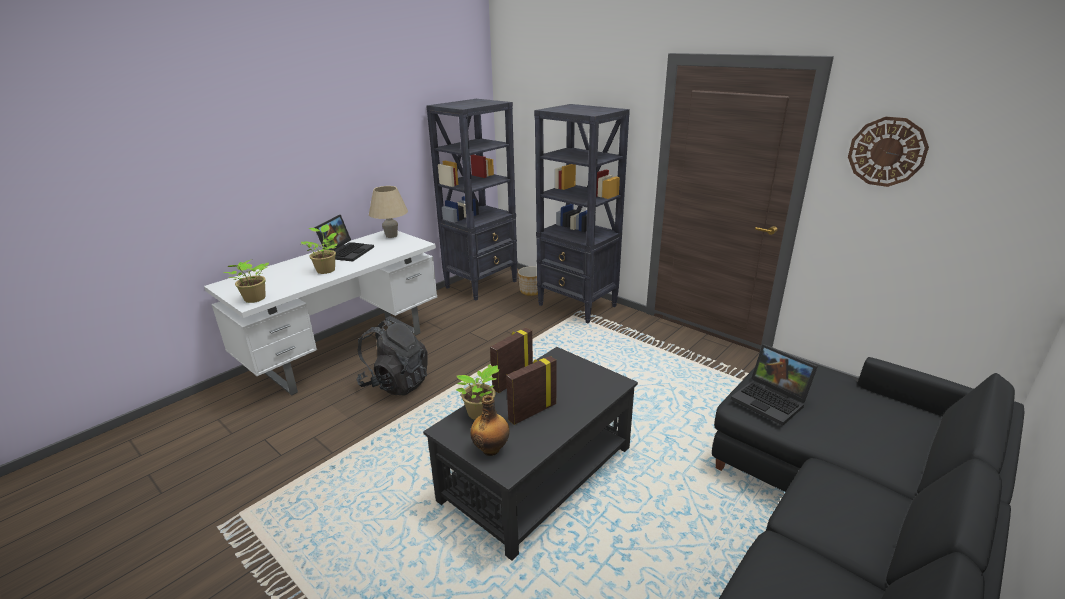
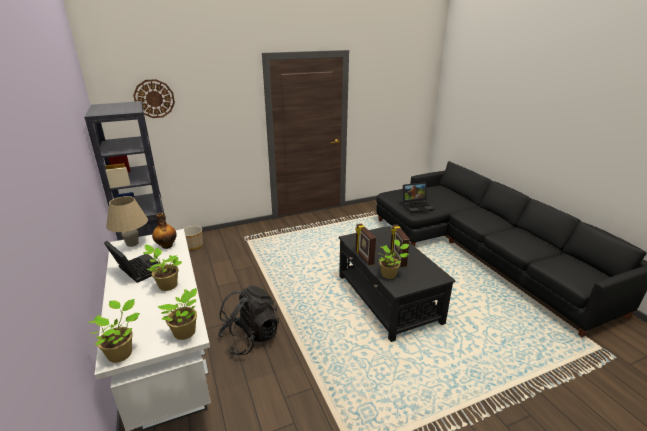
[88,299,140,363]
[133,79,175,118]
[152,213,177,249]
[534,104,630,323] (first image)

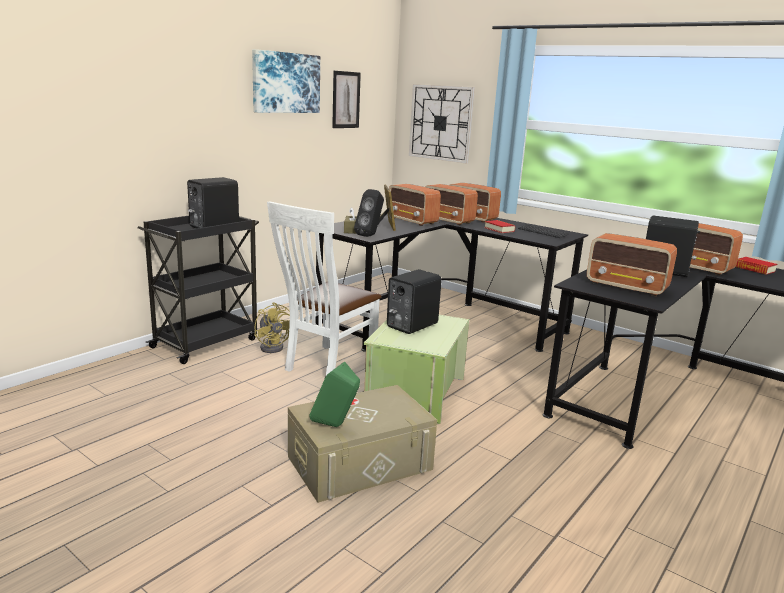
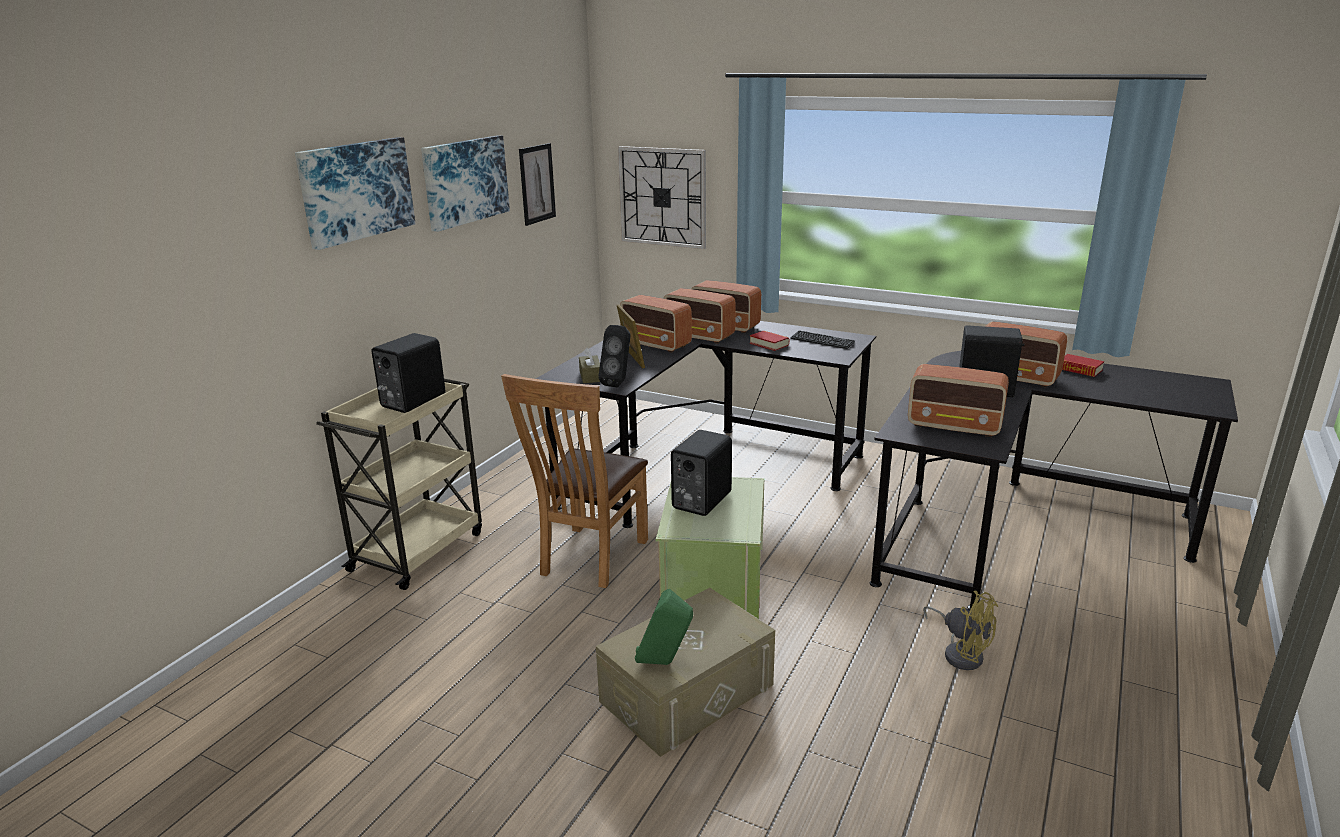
[295,137,415,250]
[316,379,482,590]
[501,374,648,588]
[923,591,998,670]

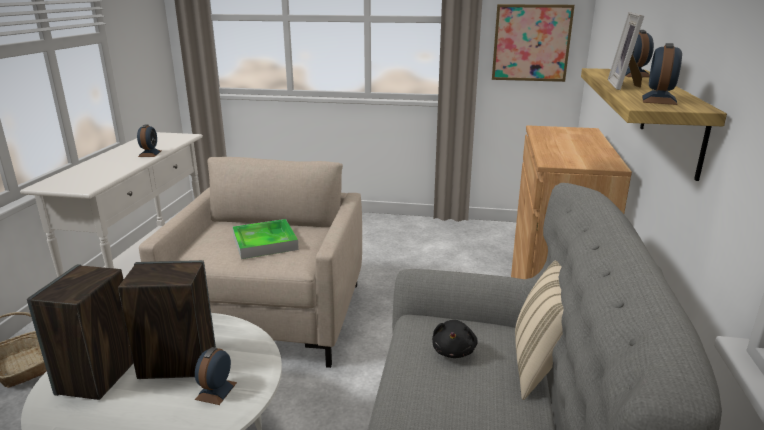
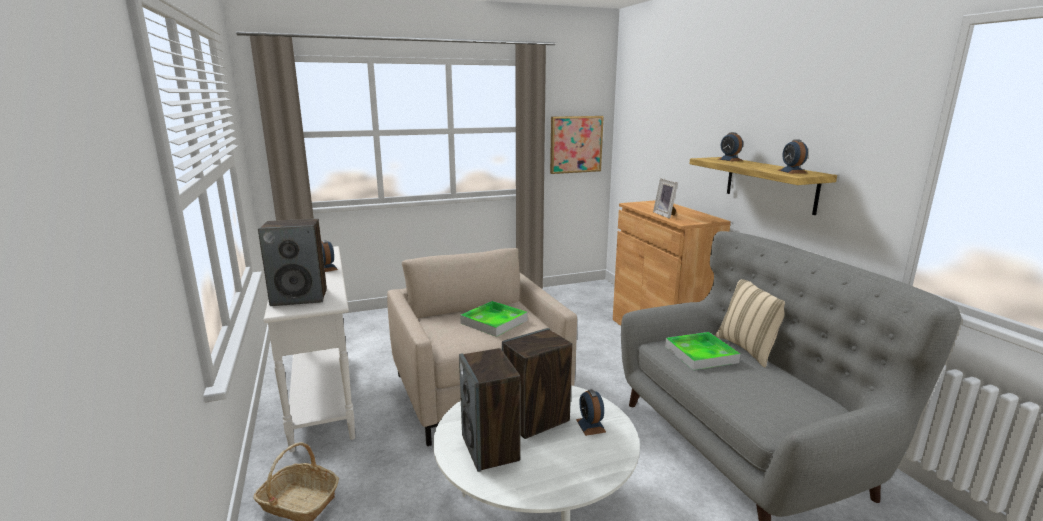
[258,219,327,306]
[653,178,678,218]
[665,332,740,370]

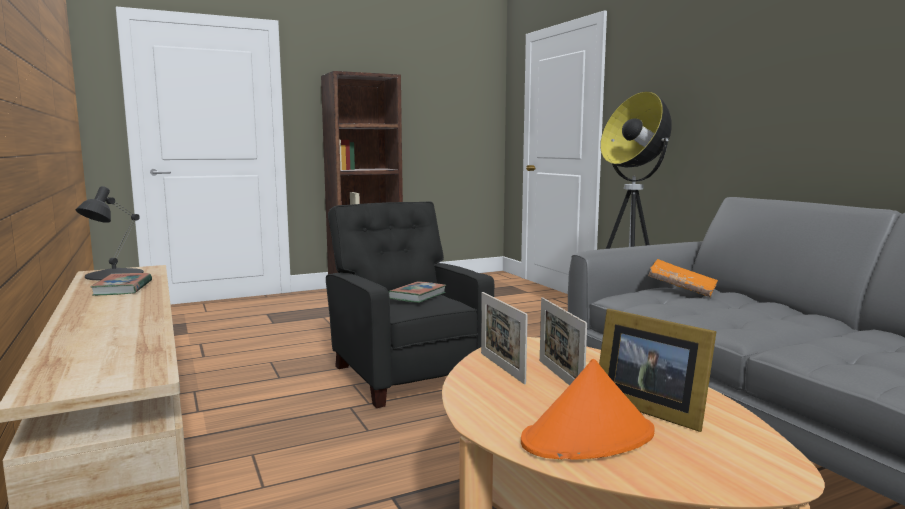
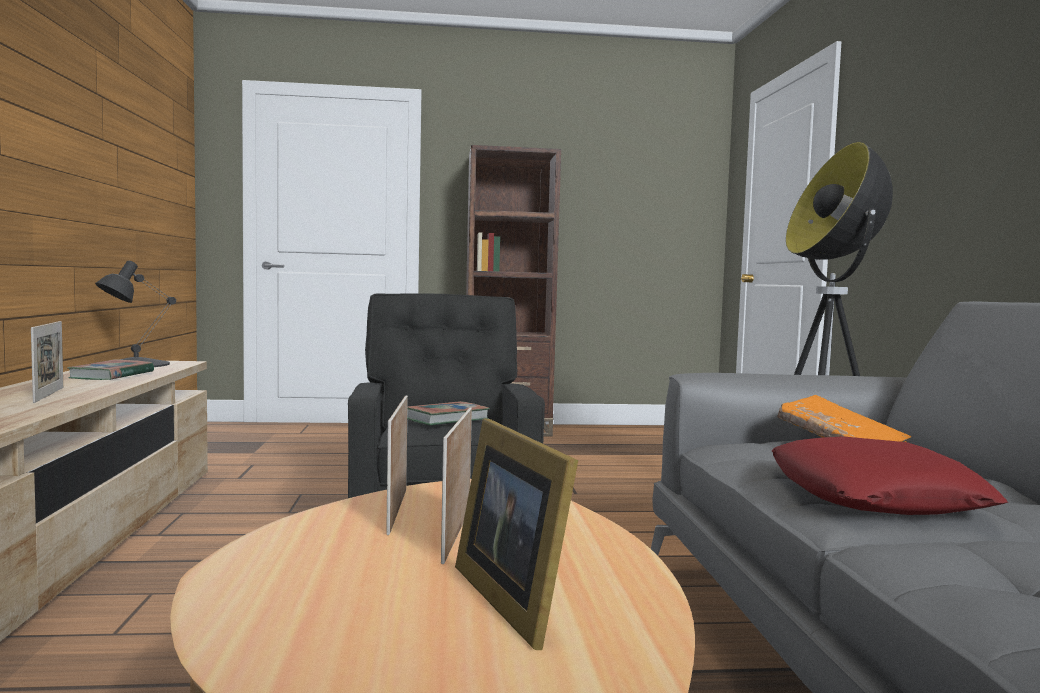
[31,321,63,403]
[772,436,1008,515]
[521,359,655,460] (first image)

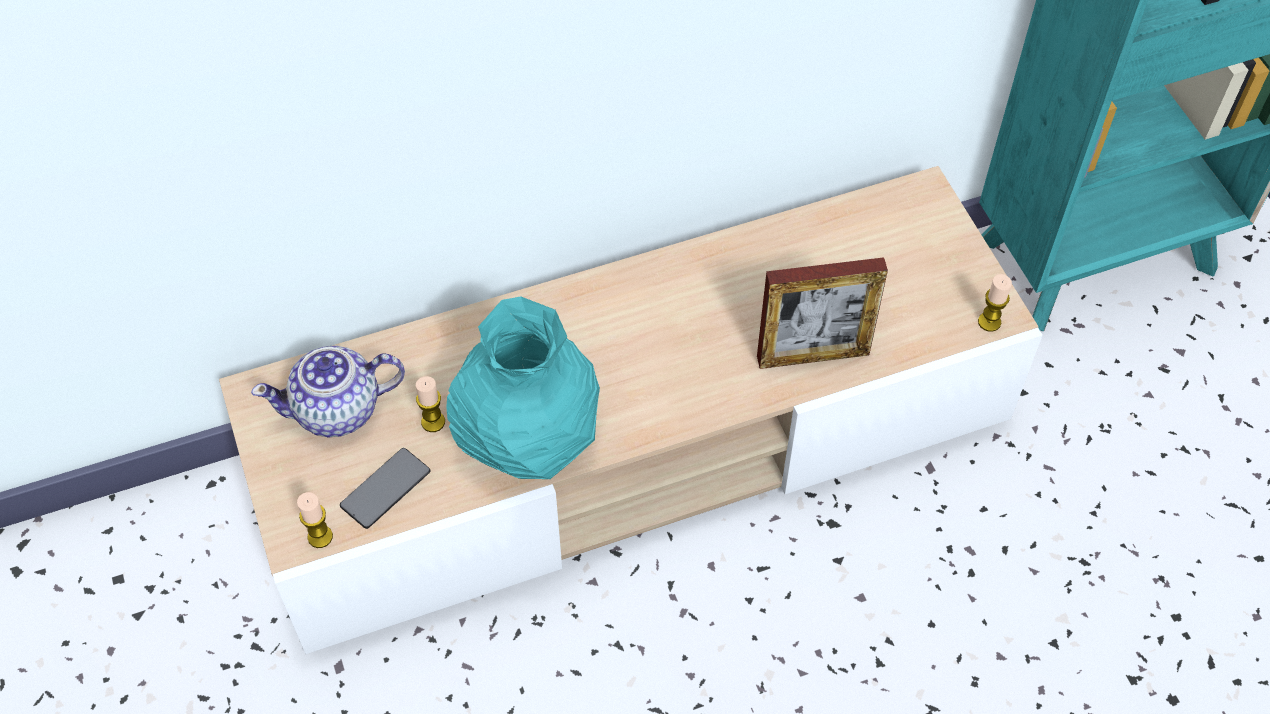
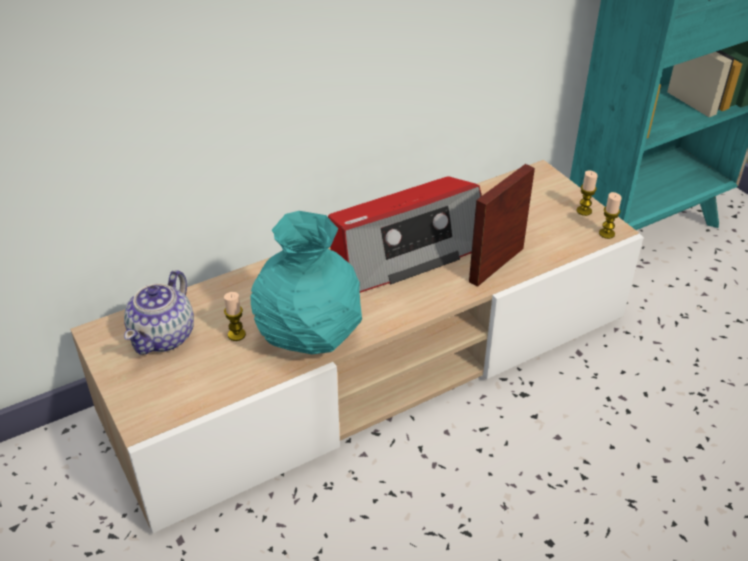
[124,270,194,355]
[328,176,482,293]
[469,164,535,287]
[577,171,598,216]
[340,448,430,529] (first image)

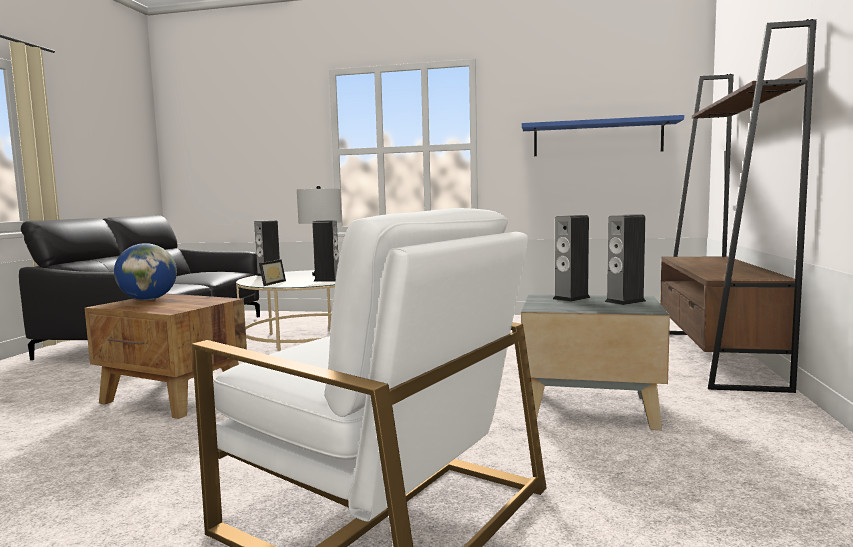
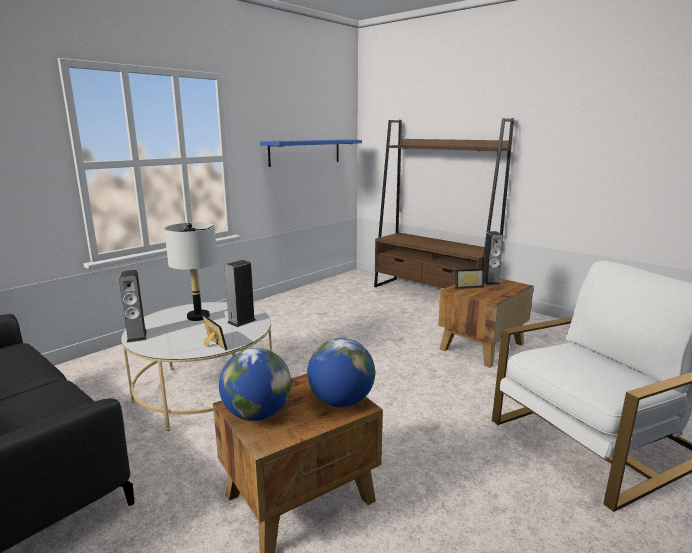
[307,338,375,407]
[438,278,534,368]
[455,268,484,289]

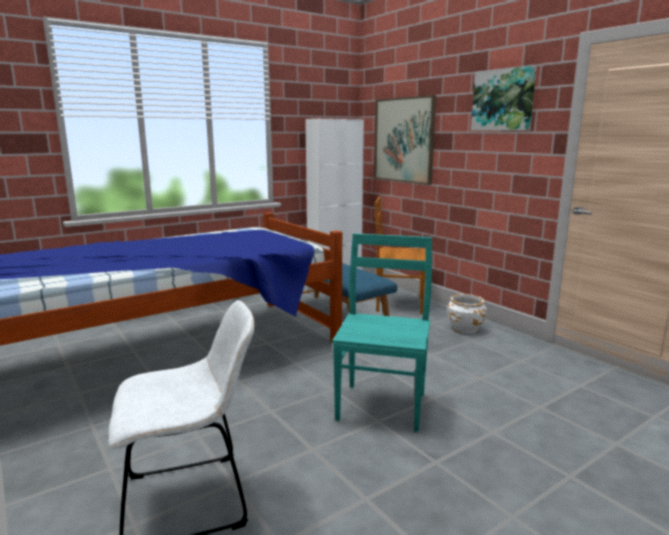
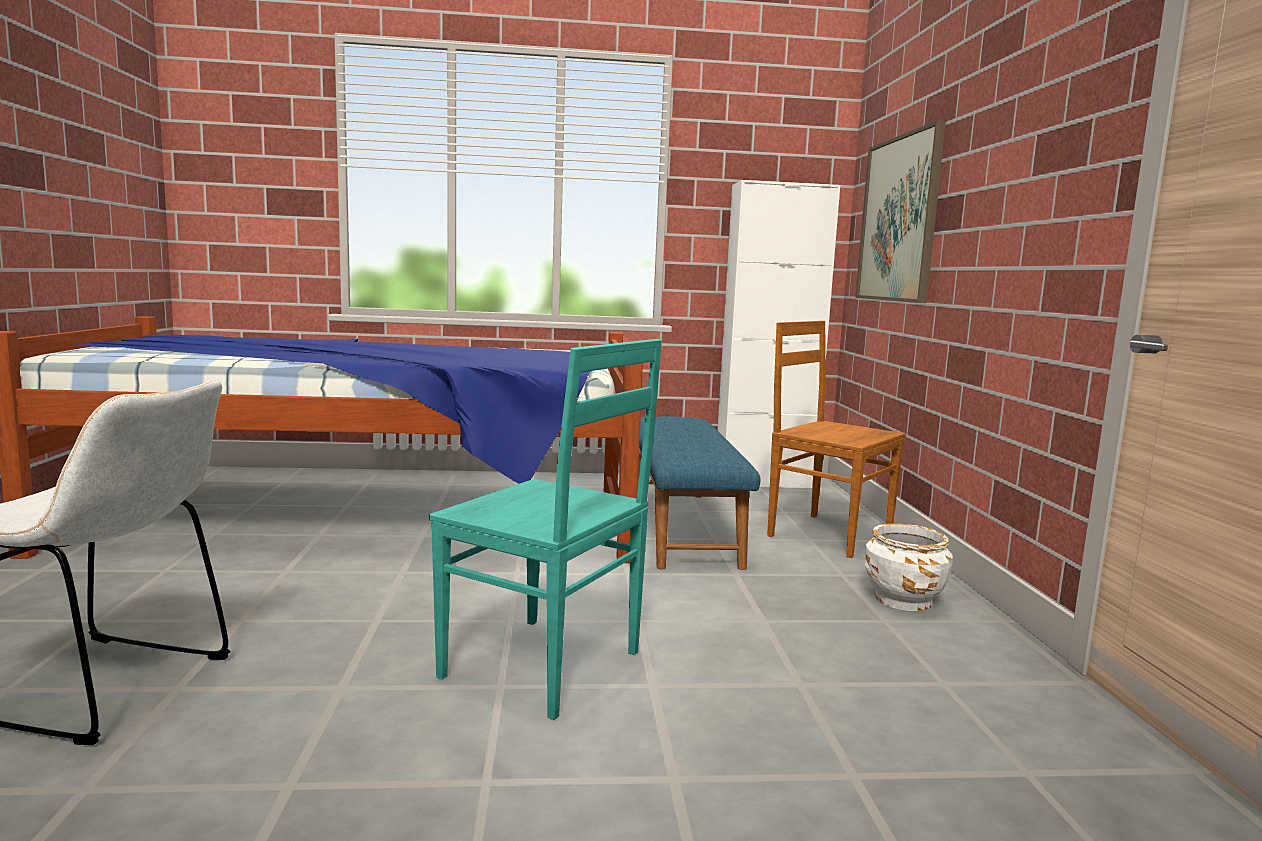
[429,339,662,720]
[471,65,537,131] (first image)

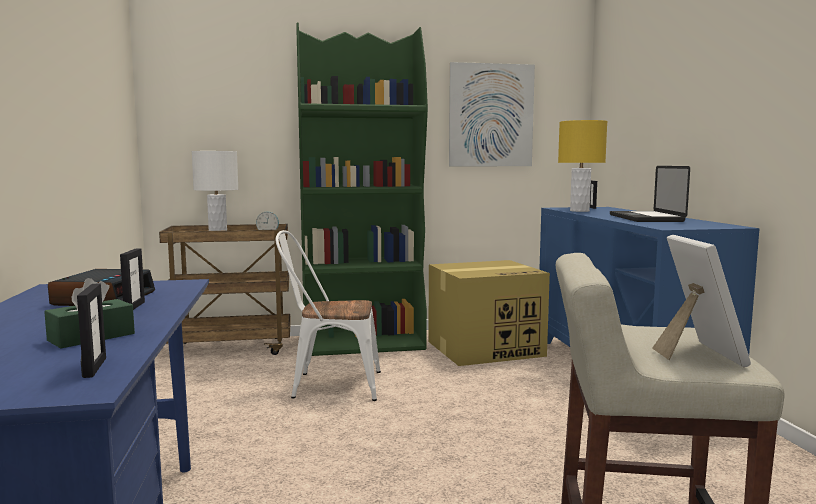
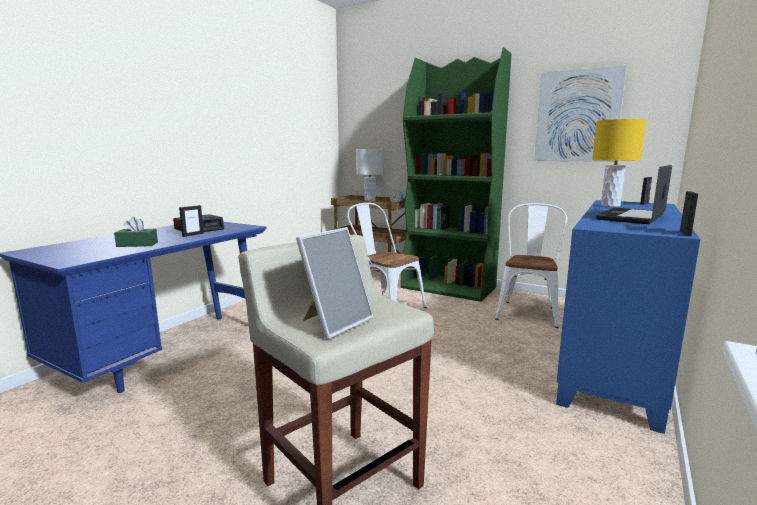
[495,203,567,328]
[680,191,698,236]

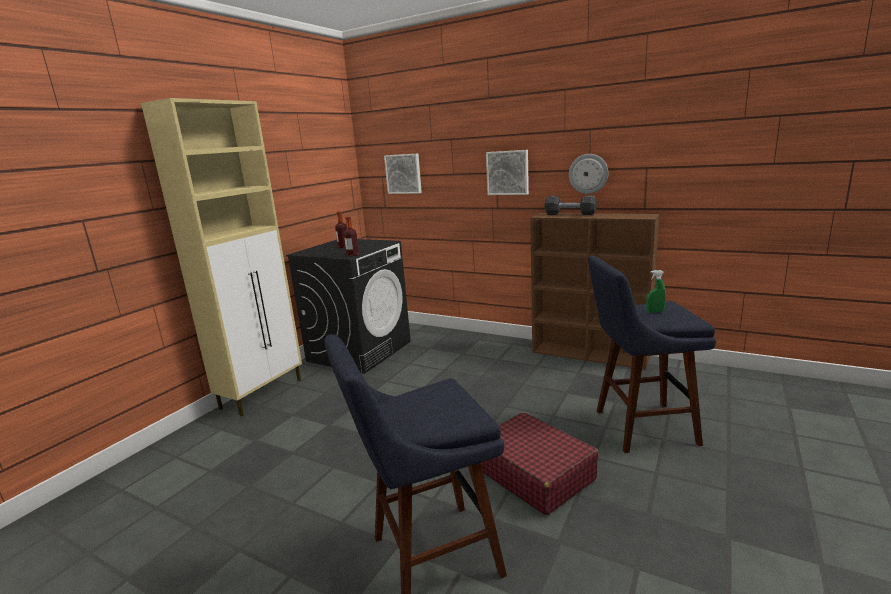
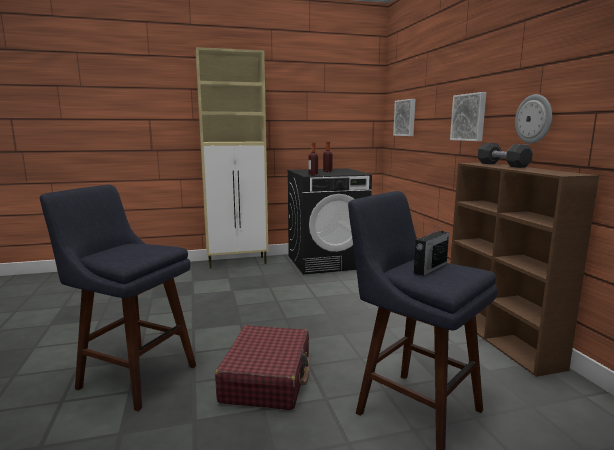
[414,223,449,276]

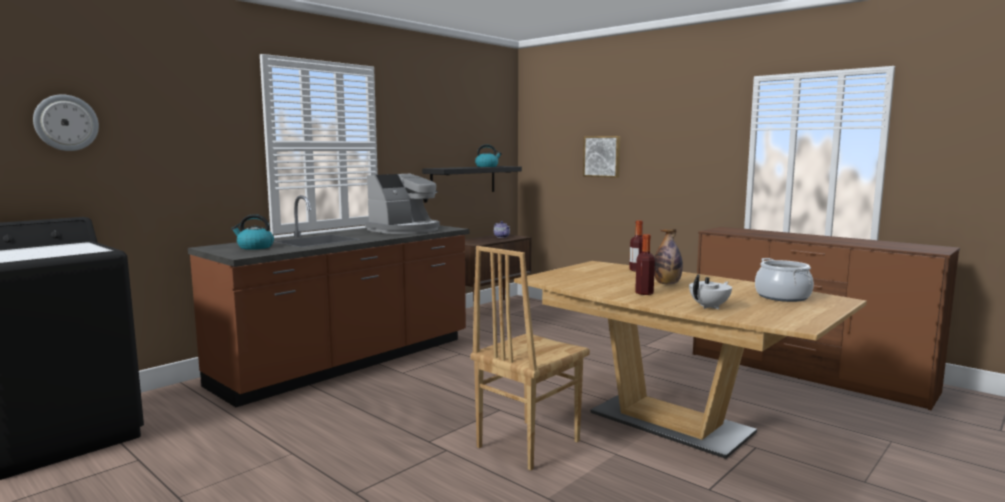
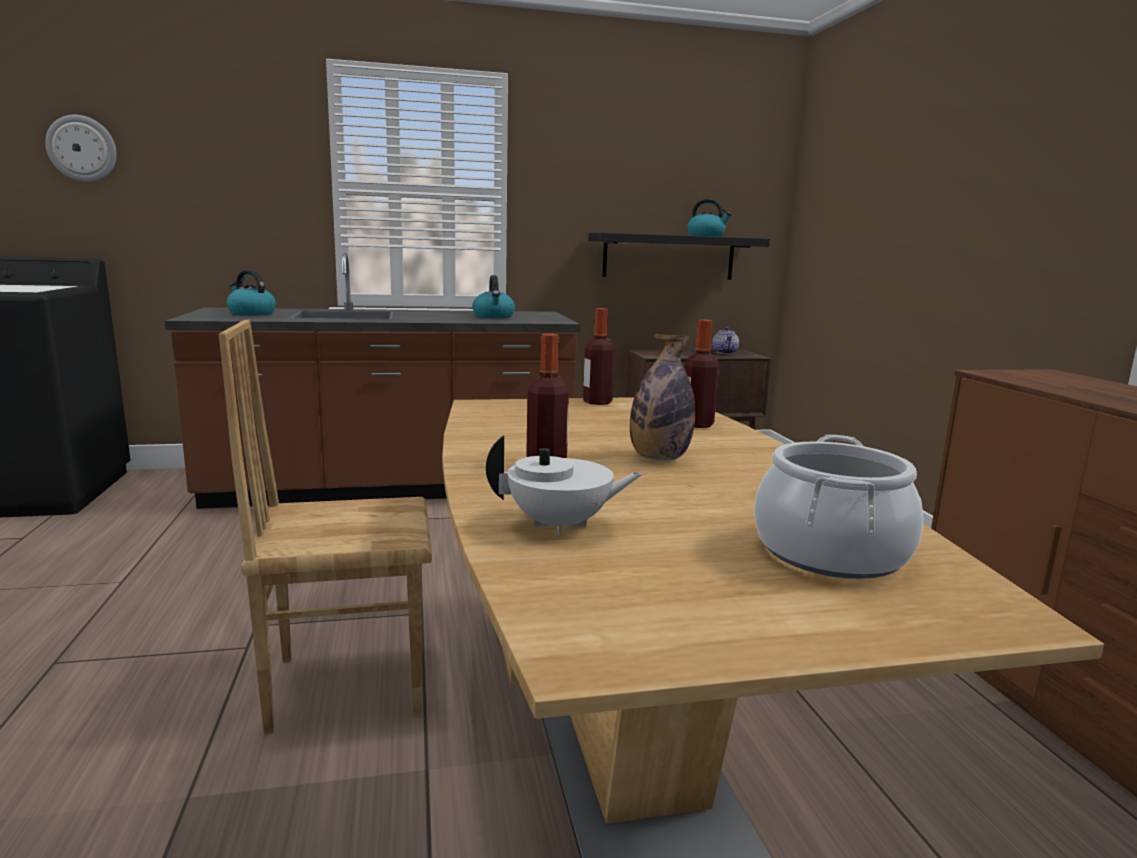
[472,275,515,318]
[583,308,615,405]
[583,136,620,178] (first image)

